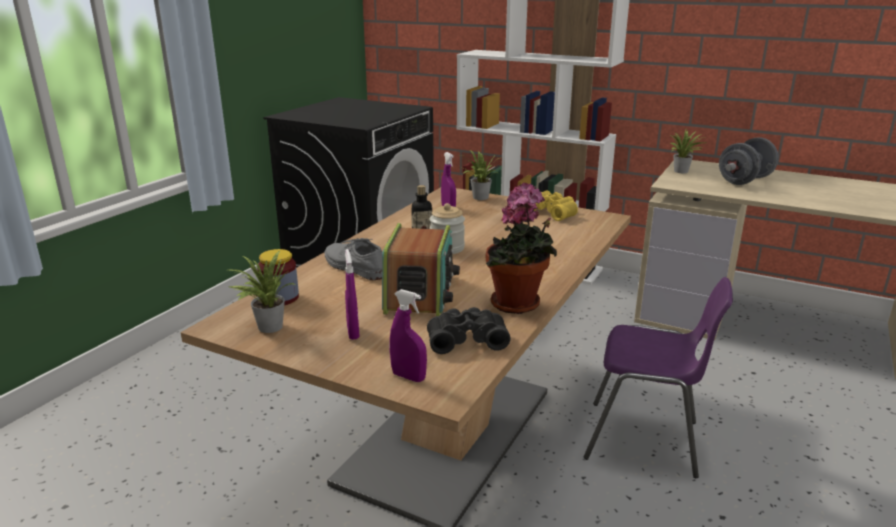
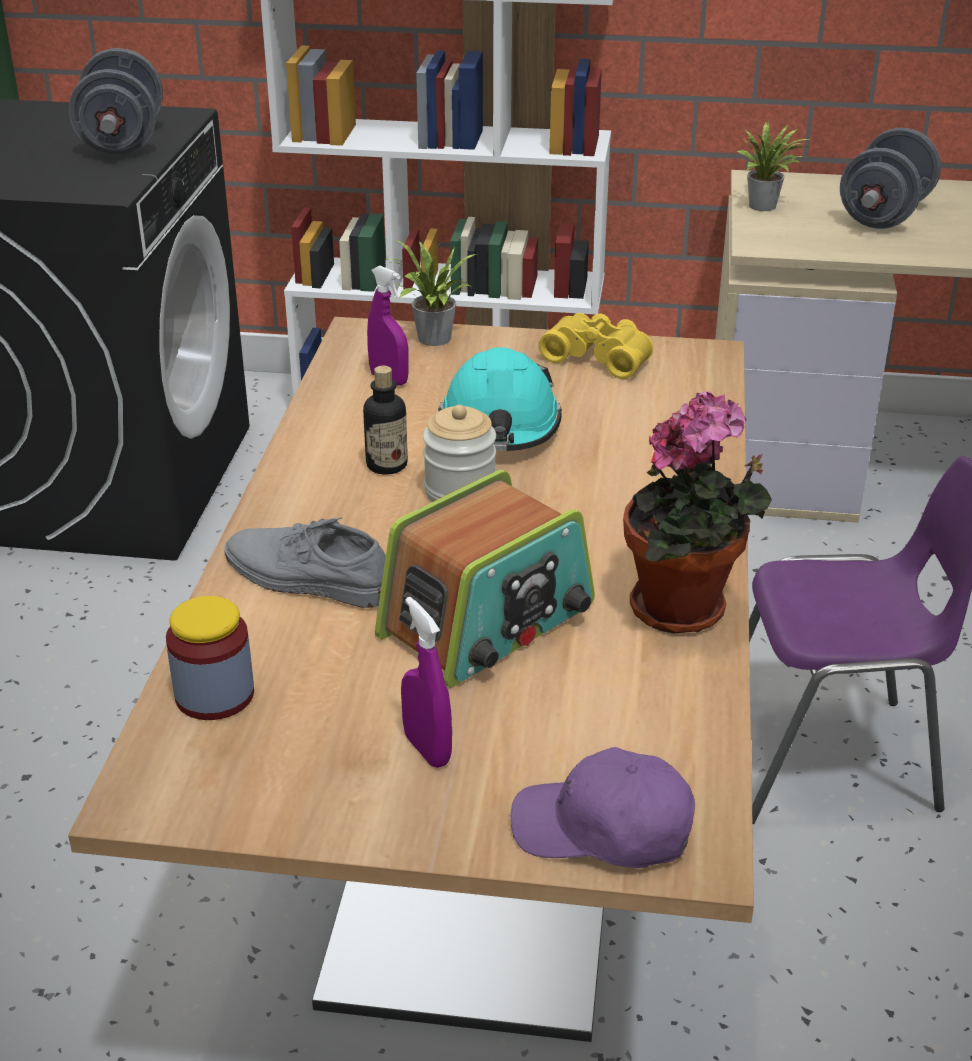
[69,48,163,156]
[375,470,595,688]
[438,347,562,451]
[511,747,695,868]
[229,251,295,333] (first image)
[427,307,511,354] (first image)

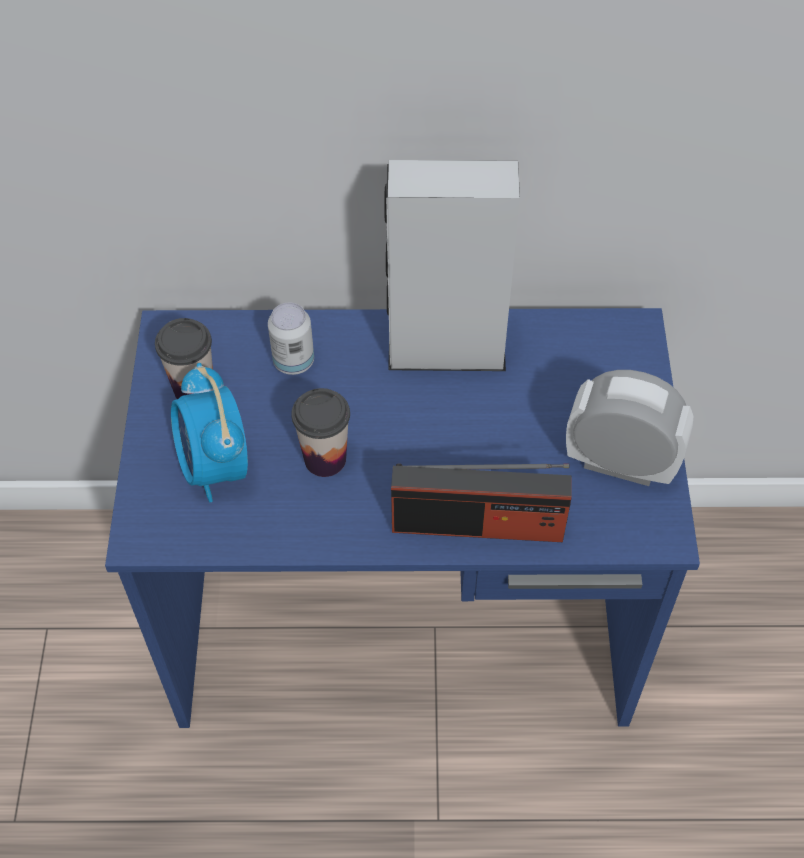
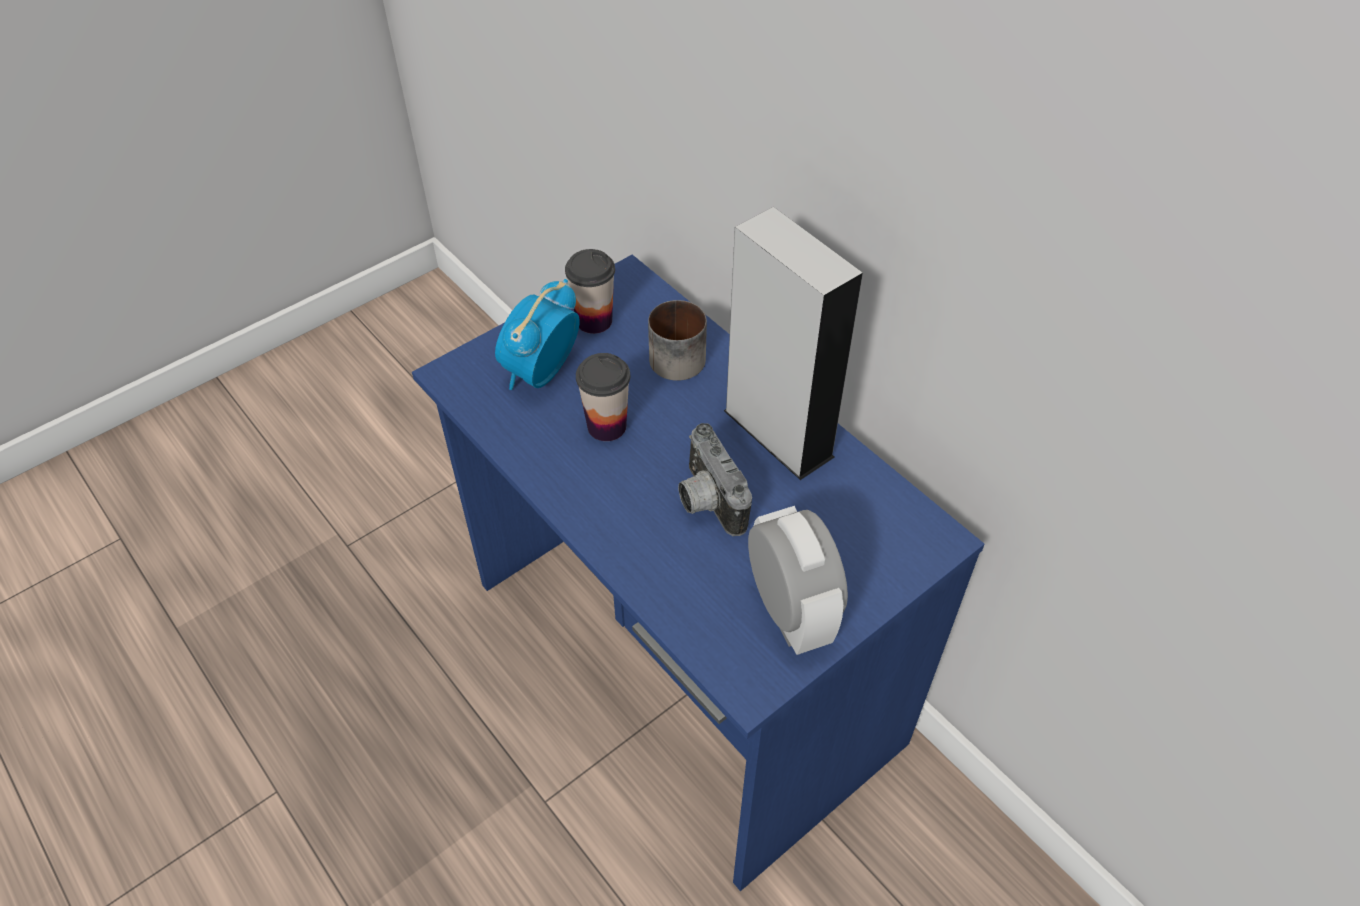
[648,300,707,381]
[678,423,752,536]
[391,463,572,542] (first image)

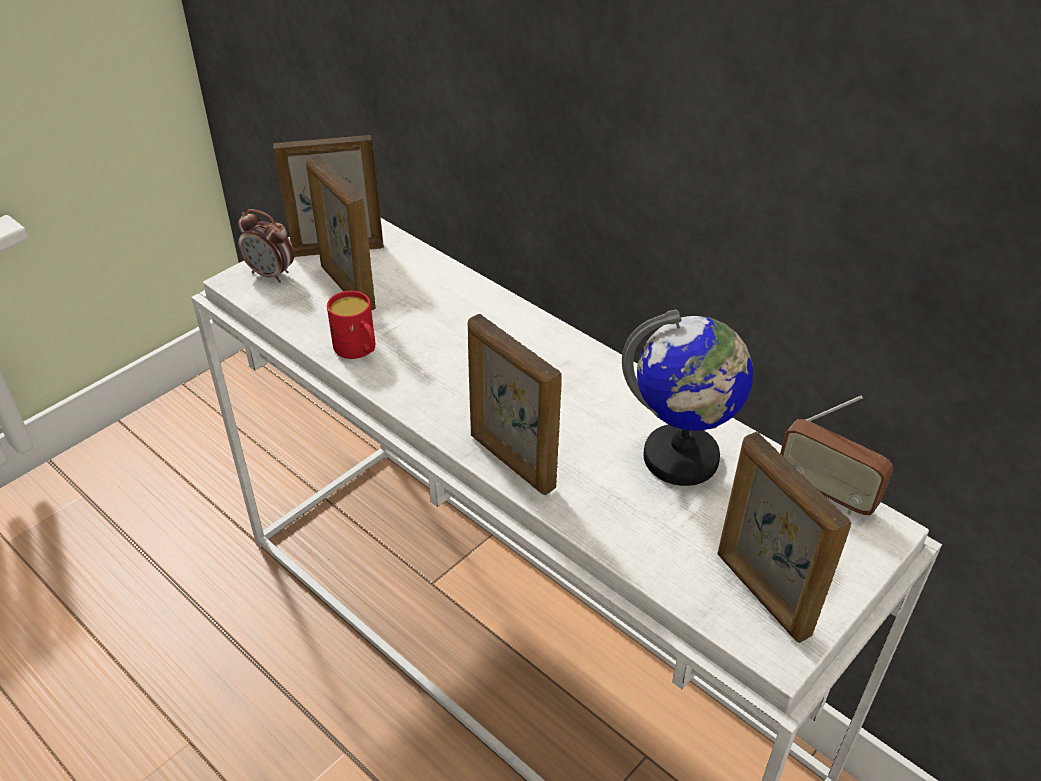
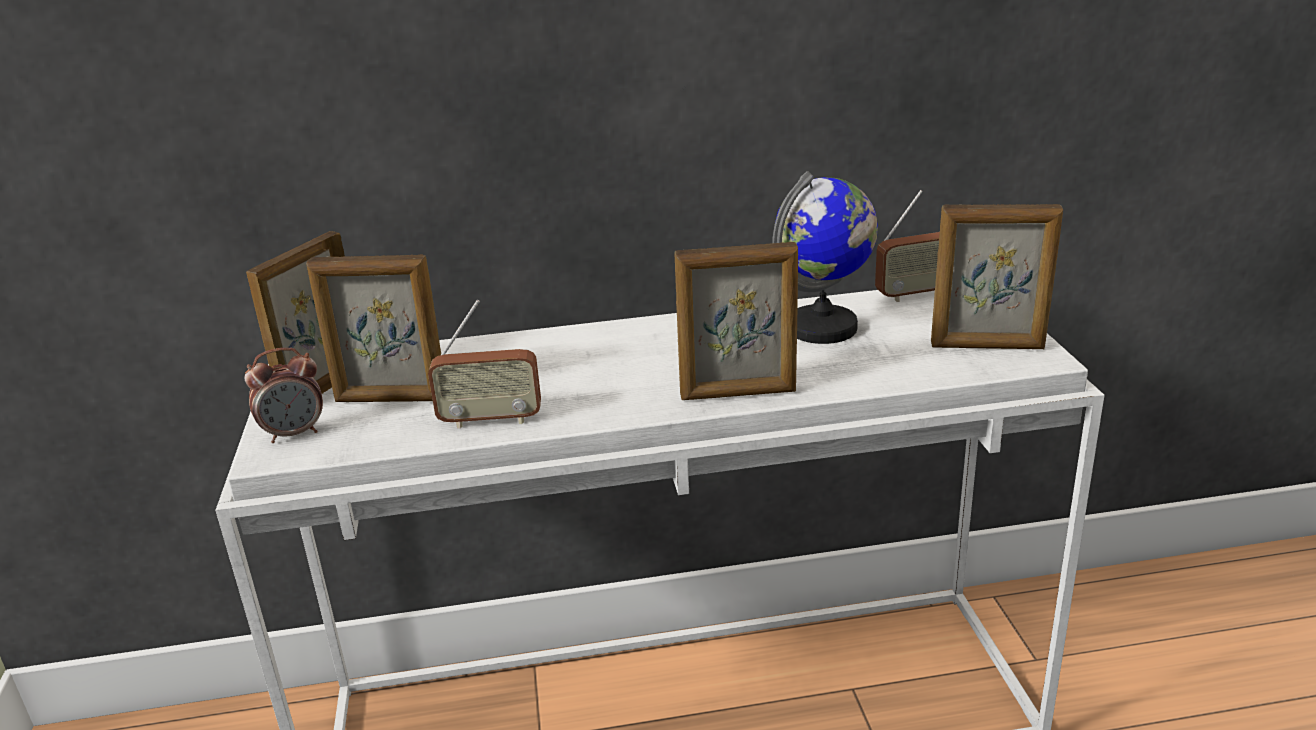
[428,300,541,429]

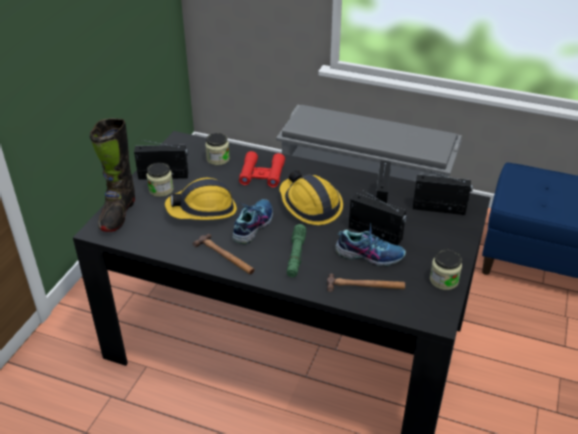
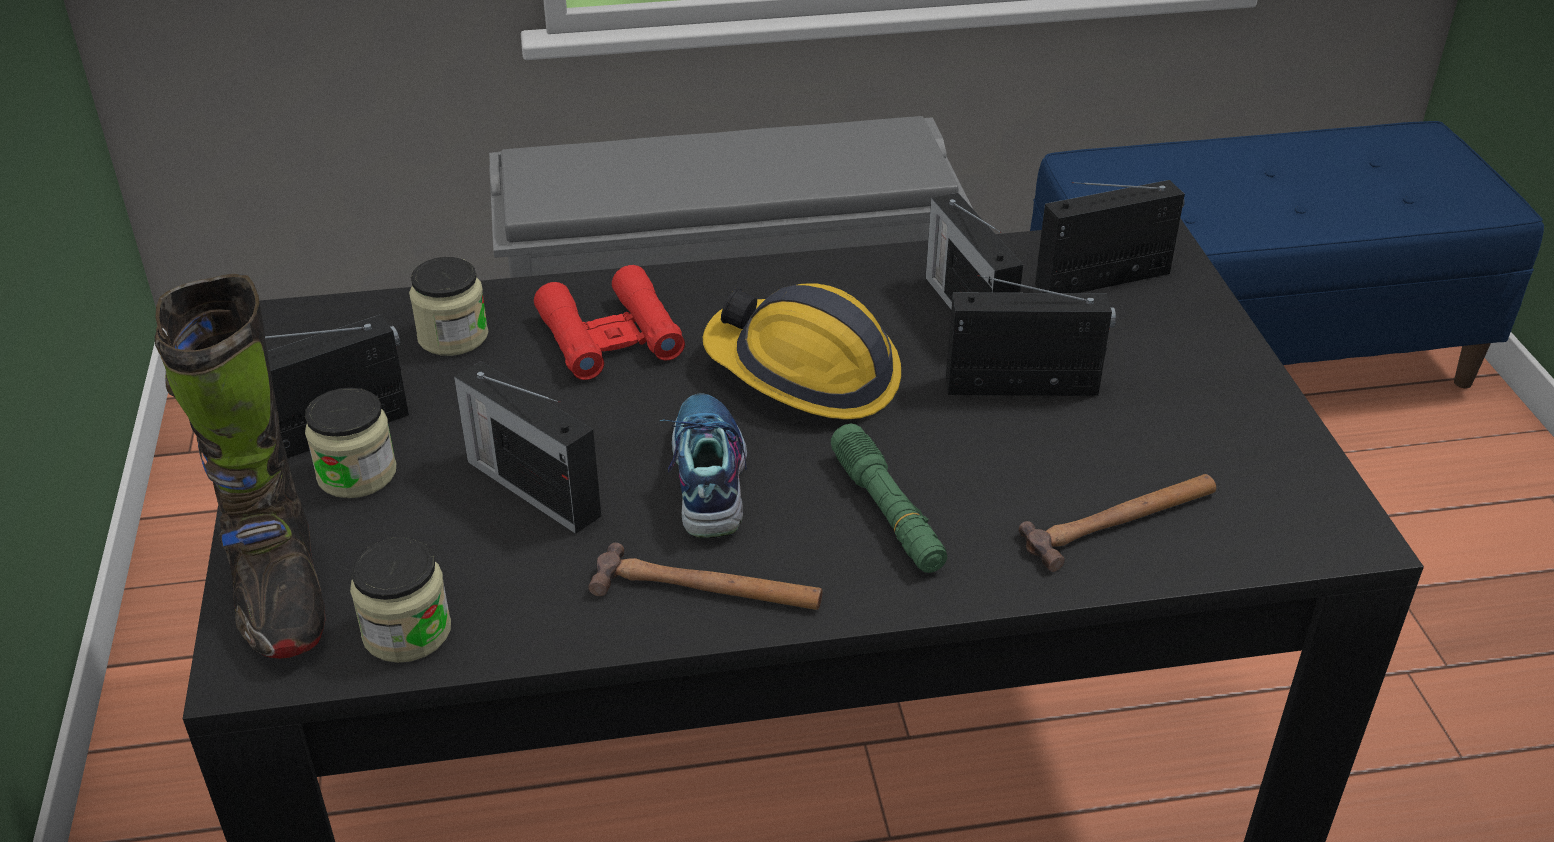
[350,537,451,663]
[454,361,601,534]
[335,223,406,267] (first image)

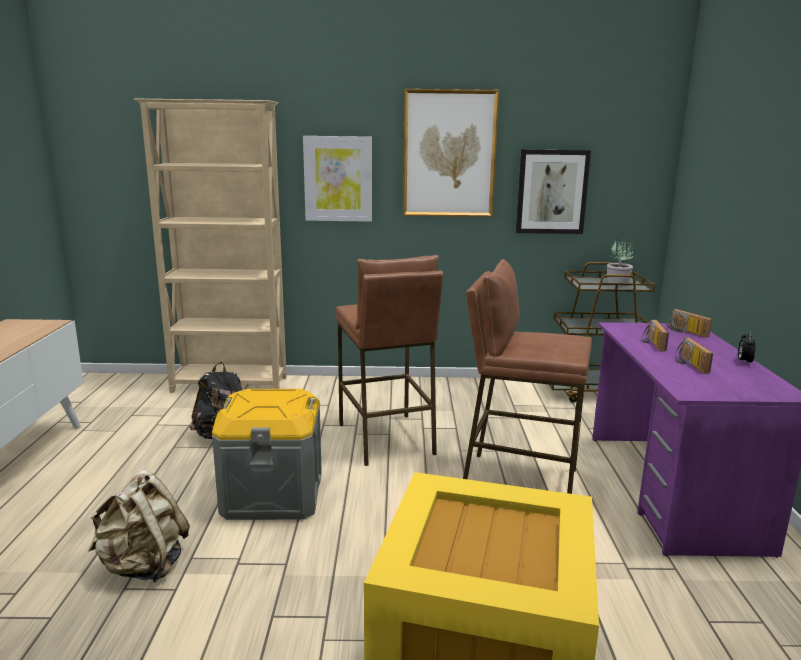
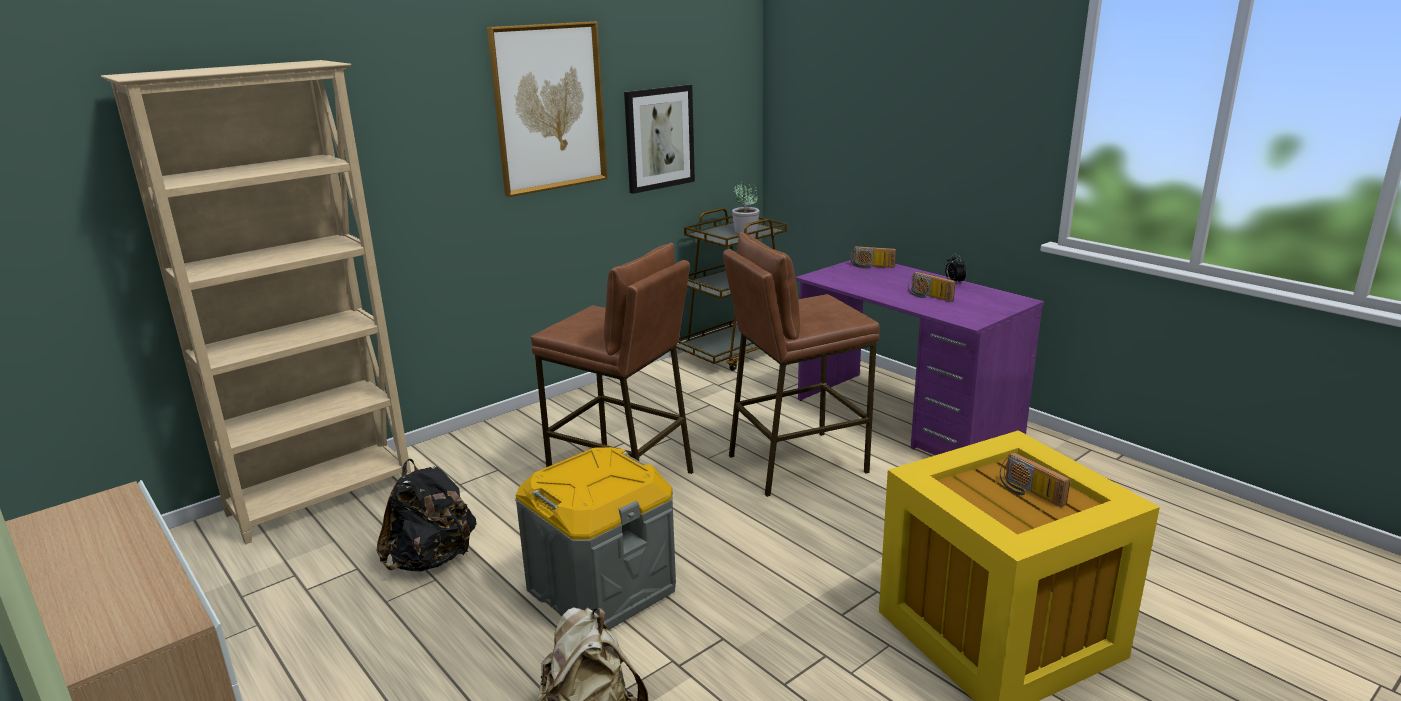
[1000,452,1070,507]
[303,136,372,222] (first image)

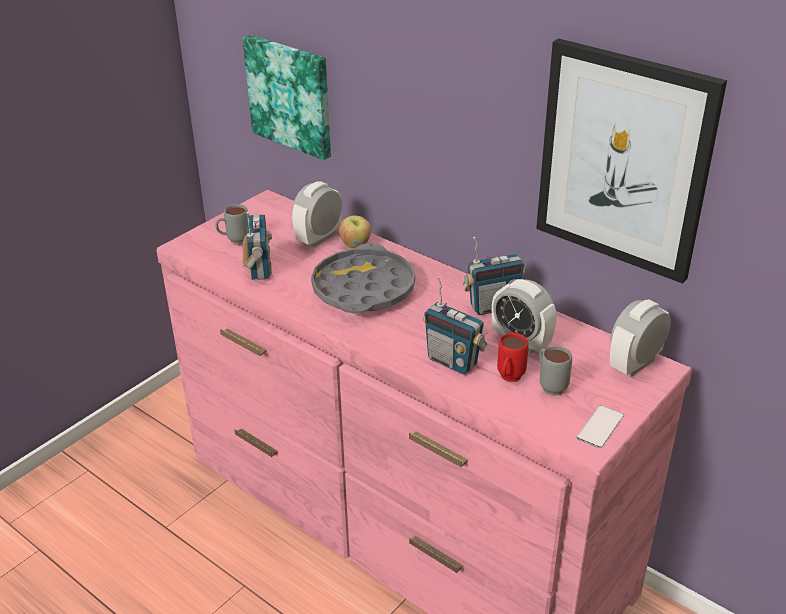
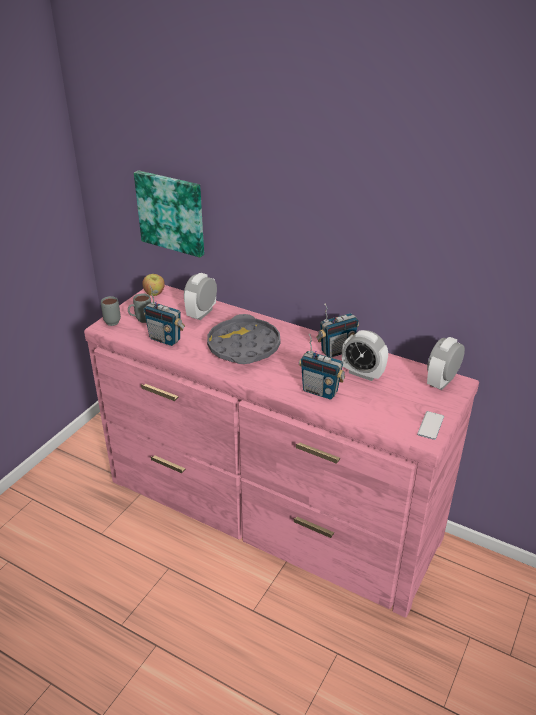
[101,296,121,326]
[142,274,165,296]
[144,285,185,346]
[497,333,529,382] (first image)
[536,38,727,284] (first image)

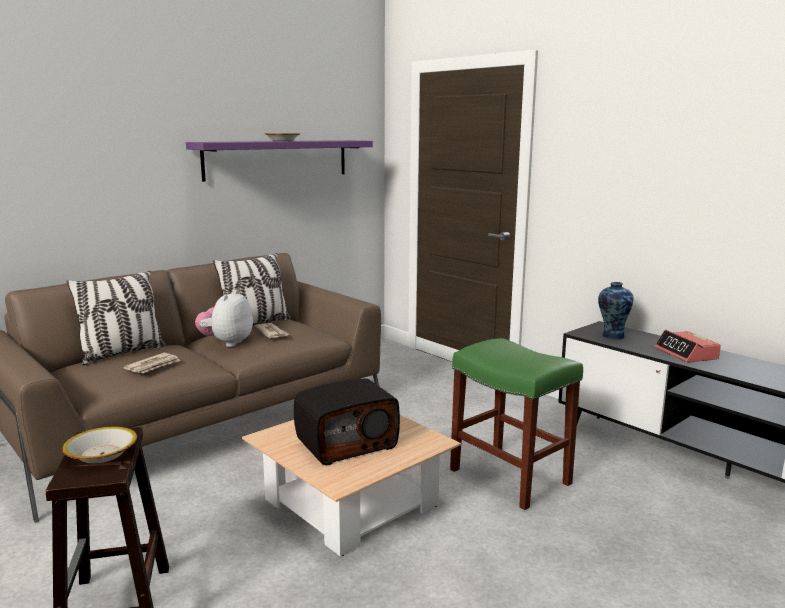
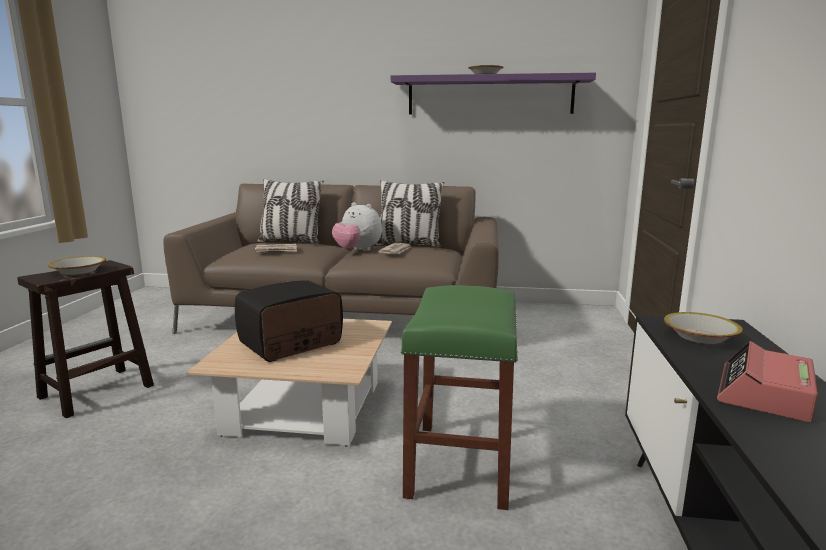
[235,280,343,362]
[332,202,382,251]
[664,312,743,344]

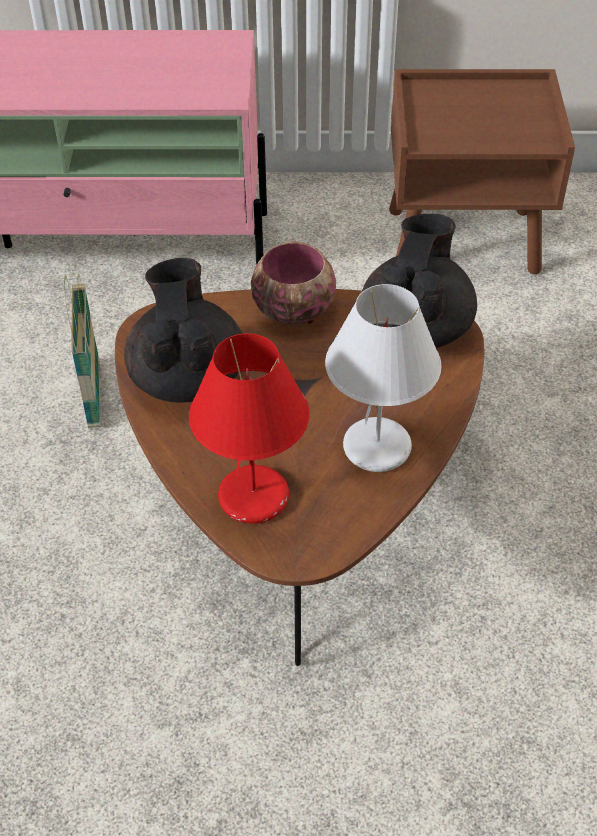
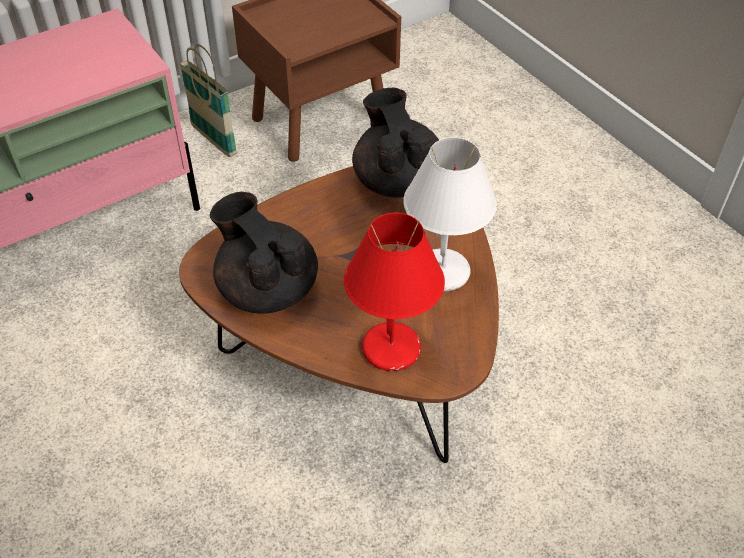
[179,44,237,157]
[251,242,336,324] (first image)

